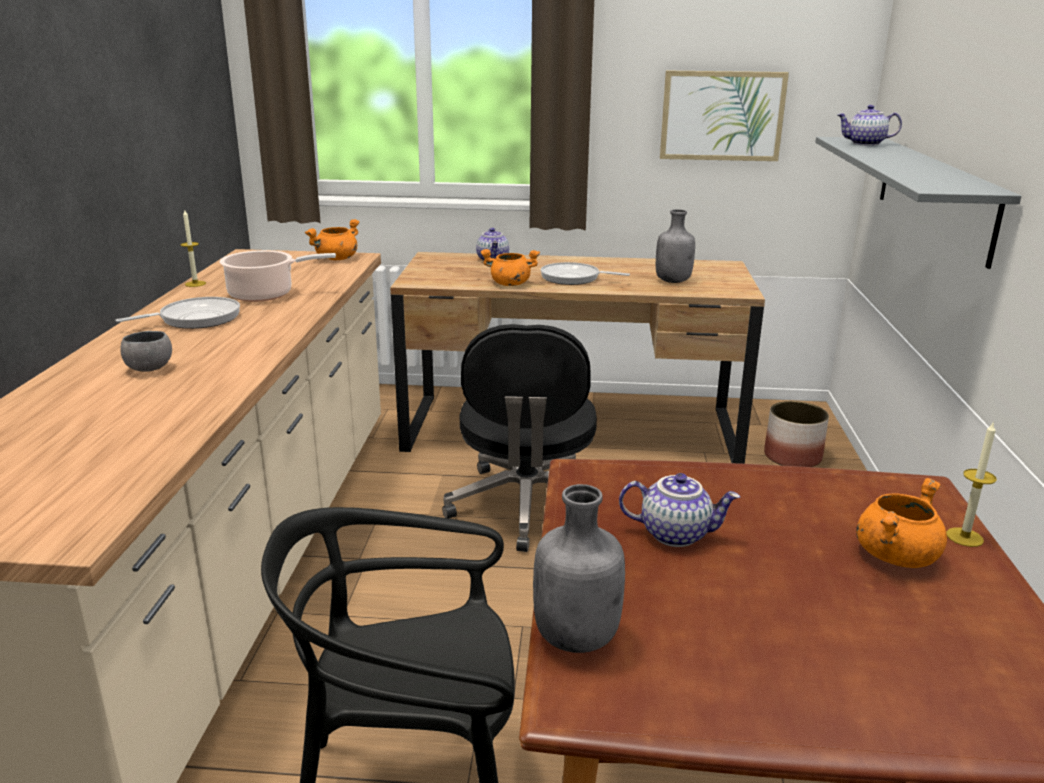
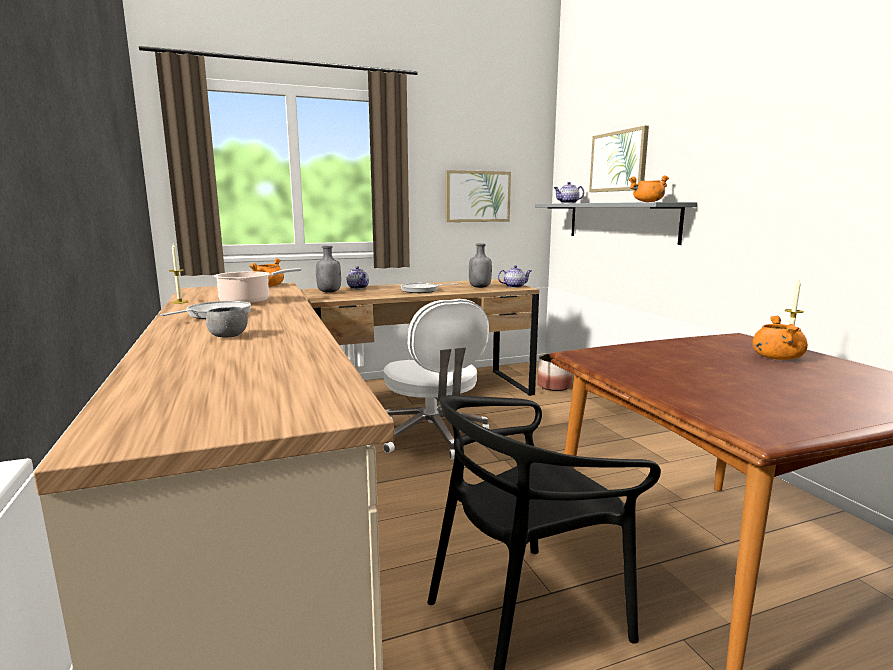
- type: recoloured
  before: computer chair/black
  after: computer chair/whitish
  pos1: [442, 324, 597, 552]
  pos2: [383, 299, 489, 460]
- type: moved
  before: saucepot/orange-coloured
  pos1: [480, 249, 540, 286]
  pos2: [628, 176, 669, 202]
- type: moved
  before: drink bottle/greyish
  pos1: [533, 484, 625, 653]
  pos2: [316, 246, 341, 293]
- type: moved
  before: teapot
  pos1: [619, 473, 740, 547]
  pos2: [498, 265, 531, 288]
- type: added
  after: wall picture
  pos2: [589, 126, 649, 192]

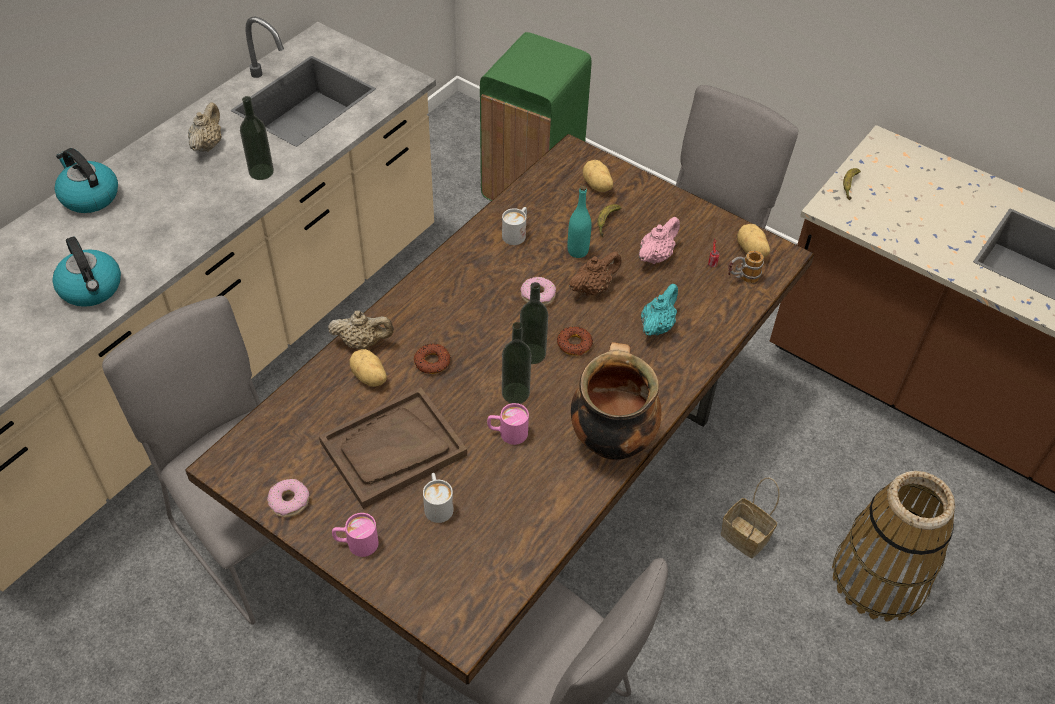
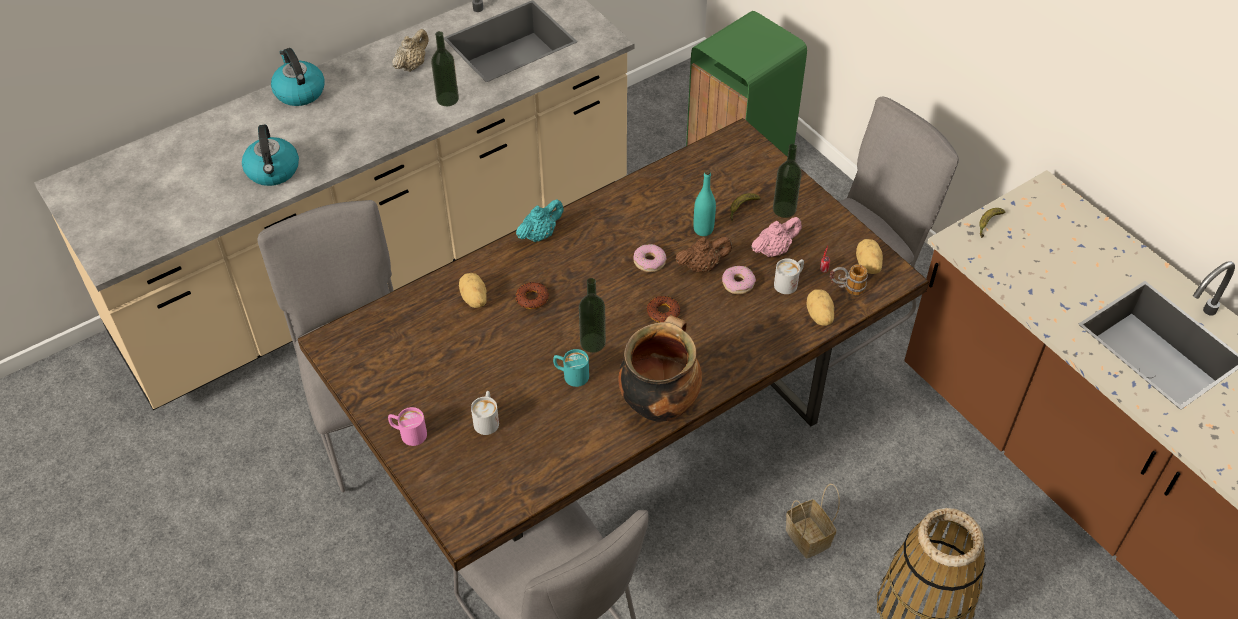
- type: moved
  before: doughnut
  pos1: [267, 479, 309, 517]
  pos2: [722, 266, 756, 294]
- type: removed
  before: tray/brownish
  pos1: [319, 387, 467, 509]
- type: removed
  before: teapot/beige
  pos1: [328, 310, 394, 349]
- type: recoloured
  before: tea mug/pink
  after: tea mug/turquoise-coloured
  pos1: [487, 403, 529, 445]
  pos2: [553, 349, 589, 387]
- type: moved
  before: tea mug/whitish
  pos1: [502, 207, 527, 245]
  pos2: [774, 258, 804, 294]
- type: moved
  before: drink bottle
  pos1: [520, 282, 548, 364]
  pos2: [773, 144, 802, 218]
- type: moved
  before: spud
  pos1: [583, 160, 613, 192]
  pos2: [806, 289, 834, 326]
- type: moved
  before: teapot/turquoise-coloured
  pos1: [641, 284, 678, 336]
  pos2: [516, 199, 564, 242]

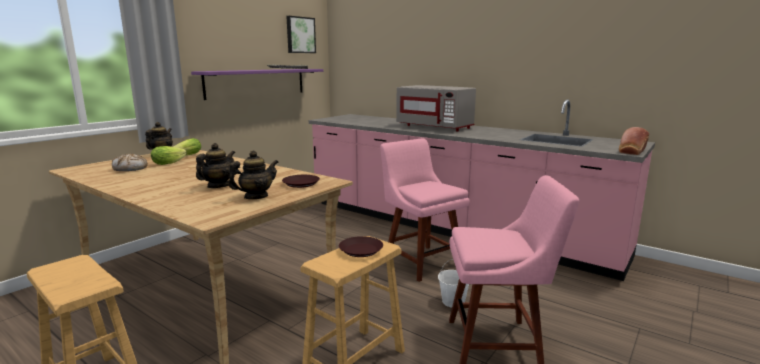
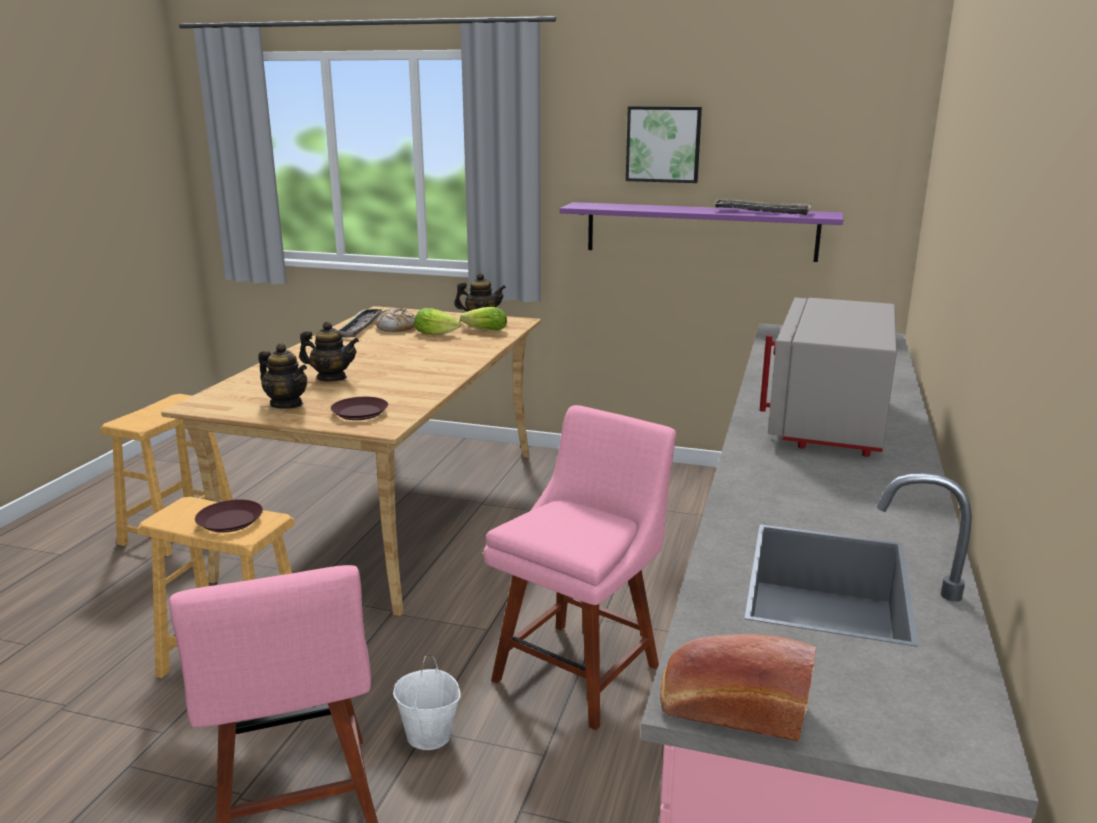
- type: moved
  before: wall picture
  pos1: [286, 16, 316, 53]
  pos2: [626, 106, 702, 183]
- type: added
  after: tray
  pos2: [338, 309, 382, 338]

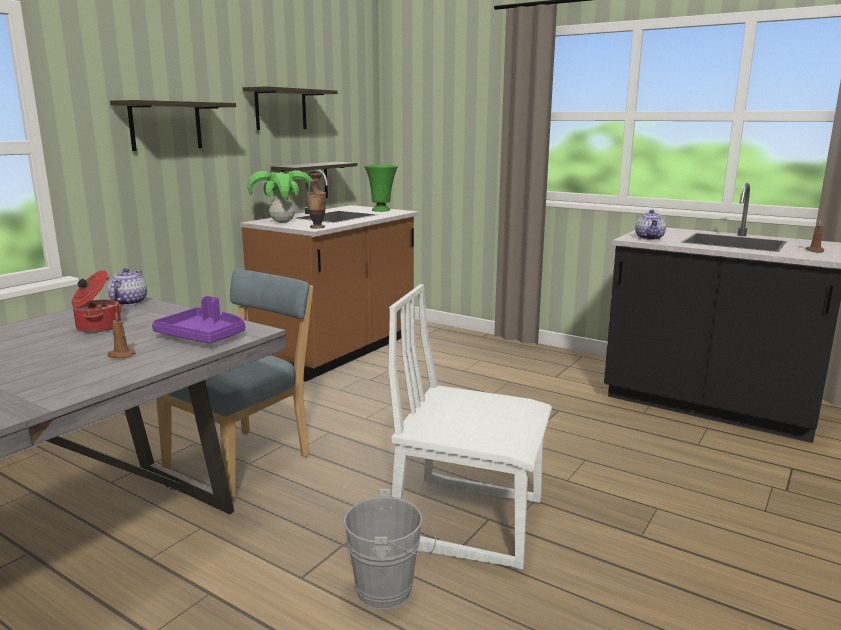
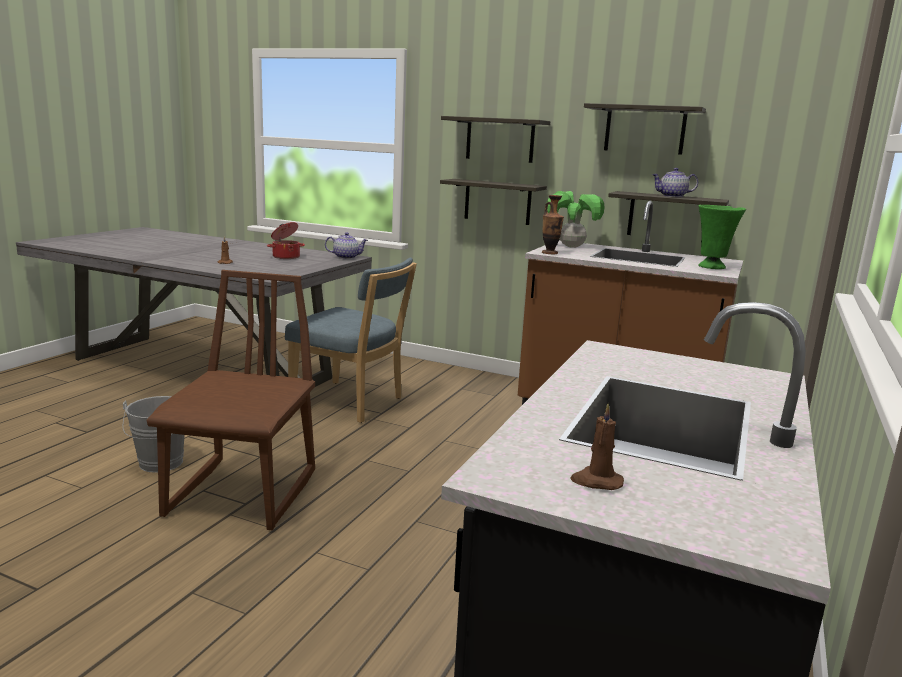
- type: removed
  before: tray/purple
  pos1: [152, 296, 245, 343]
- type: recoloured
  before: chair/whitish
  after: chair/brownish
  pos1: [388, 284, 552, 570]
  pos2: [147, 270, 315, 530]
- type: moved
  before: teapot
  pos1: [635, 209, 666, 240]
  pos2: [652, 168, 698, 197]
- type: added
  after: shelf
  pos2: [440, 179, 547, 225]

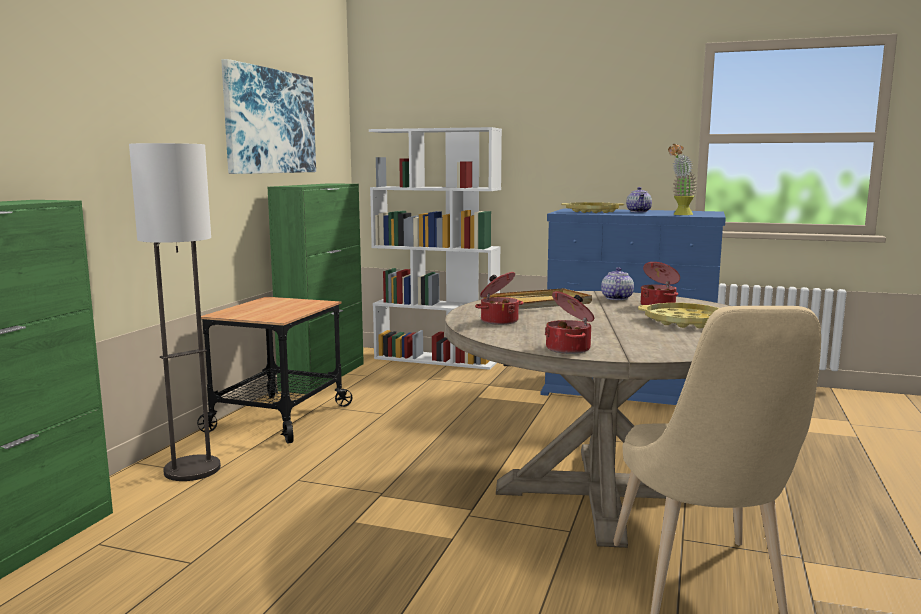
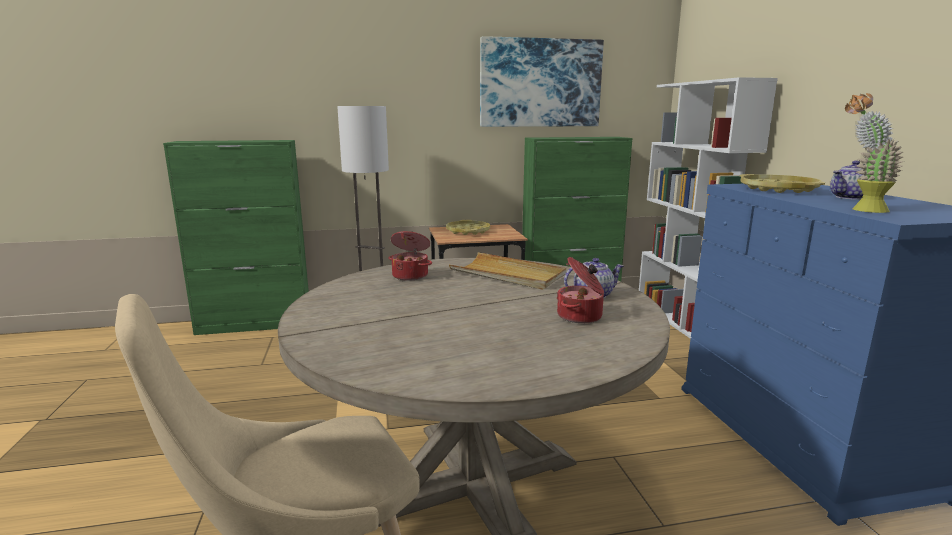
- type: removed
  before: saucepot
  pos1: [545, 291, 594, 354]
- type: moved
  before: tray/yellow-coloured
  pos1: [638, 303, 719, 328]
  pos2: [446, 220, 490, 235]

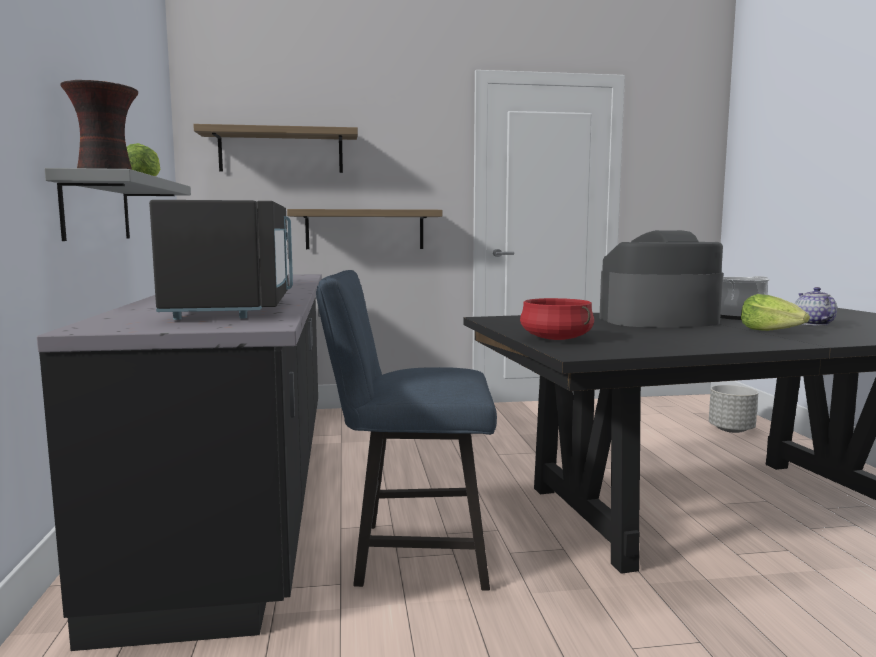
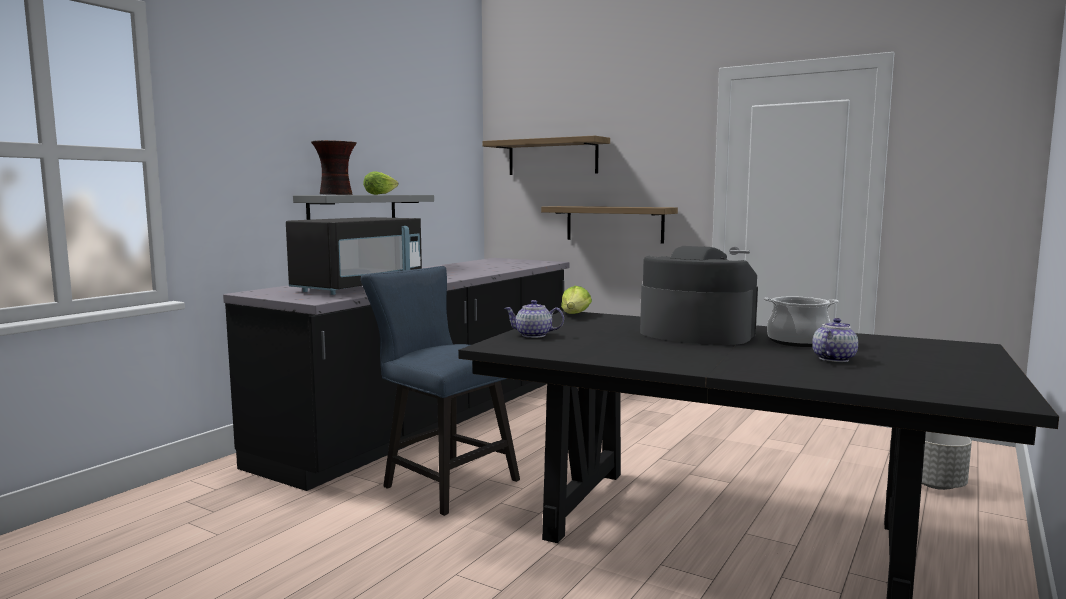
- type: replaced
  before: saucepot/reddish
  after: teapot
  pos1: [520, 298, 594, 340]
  pos2: [504, 300, 564, 338]
- type: moved
  before: lettuce head
  pos1: [741, 294, 810, 331]
  pos2: [561, 286, 592, 314]

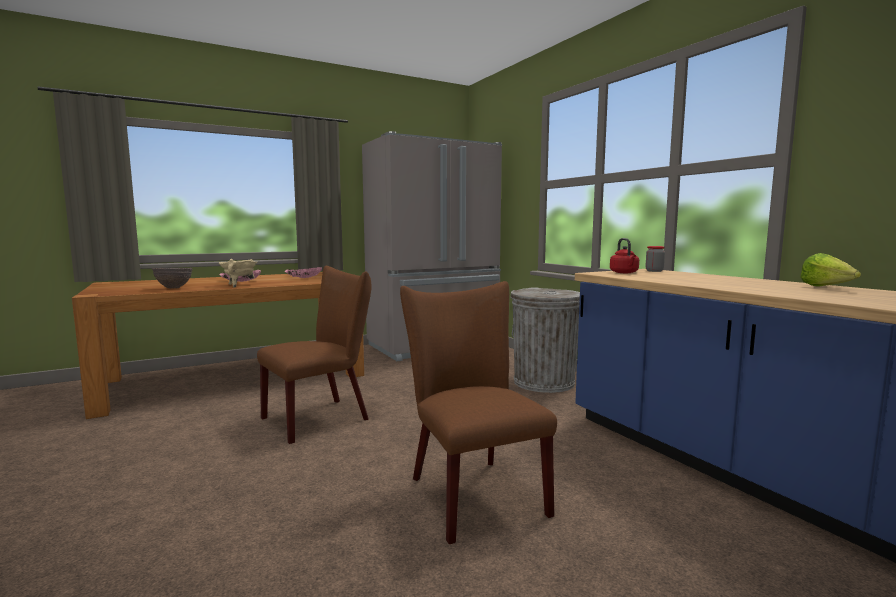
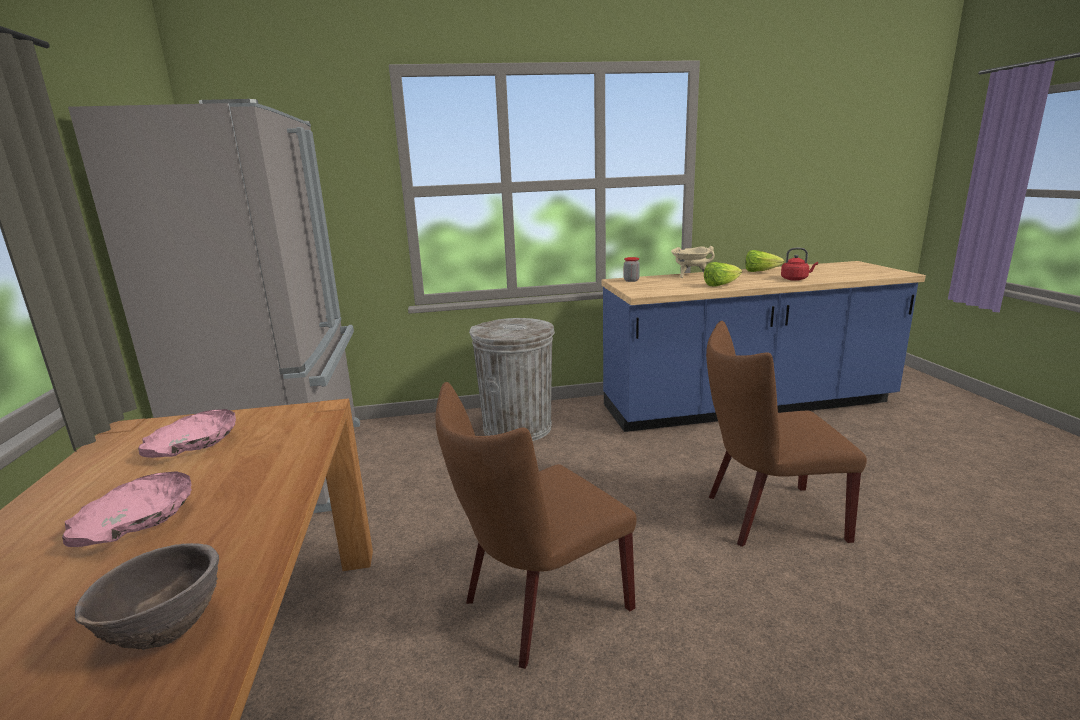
- type: moved
  before: saucepot/beige
  pos1: [219, 259, 257, 287]
  pos2: [671, 246, 715, 278]
- type: turned
  before: chair/brownish
  pos1: [257, 266, 371, 444]
  pos2: [435, 382, 637, 669]
  turn: -105
- type: moved
  before: tea kettle/reddish
  pos1: [610, 238, 639, 273]
  pos2: [781, 248, 818, 281]
- type: added
  after: lettuce head
  pos2: [704, 262, 742, 286]

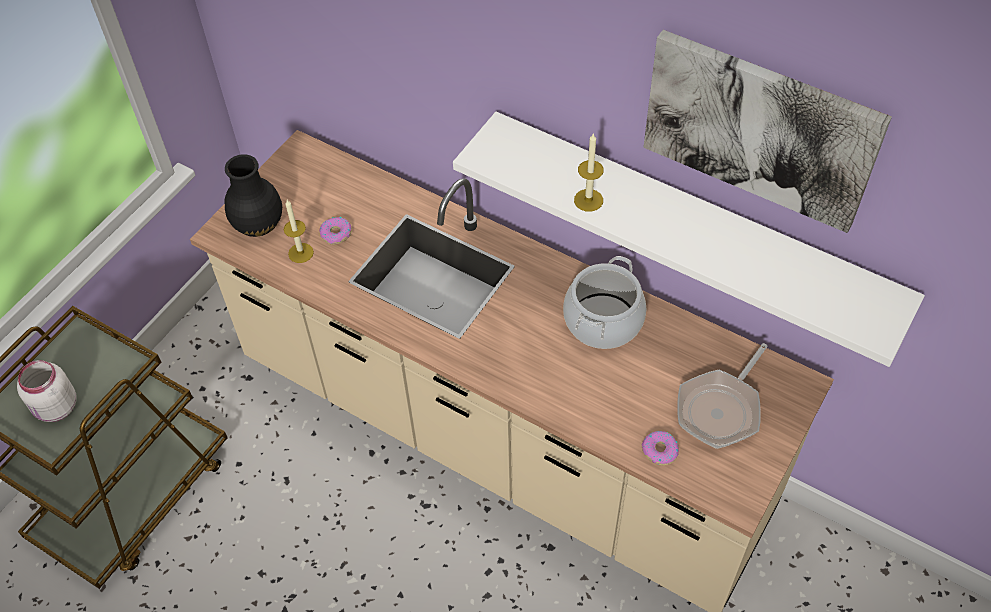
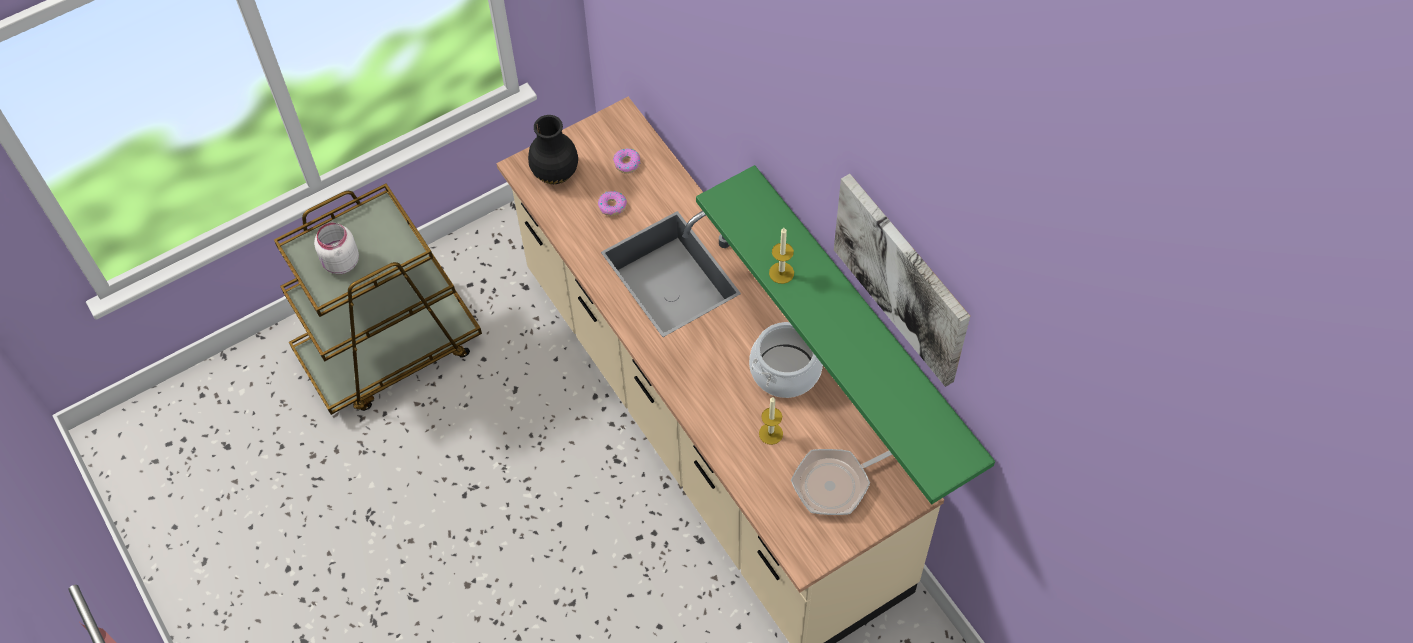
- type: moved
  before: candle
  pos1: [284, 200, 314, 263]
  pos2: [759, 397, 783, 445]
- type: recoloured
  before: shelf/whitish
  after: shelf/green-coloured
  pos1: [453, 112, 925, 367]
  pos2: [696, 165, 995, 504]
- type: moved
  before: doughnut
  pos1: [641, 431, 679, 466]
  pos2: [613, 149, 640, 174]

